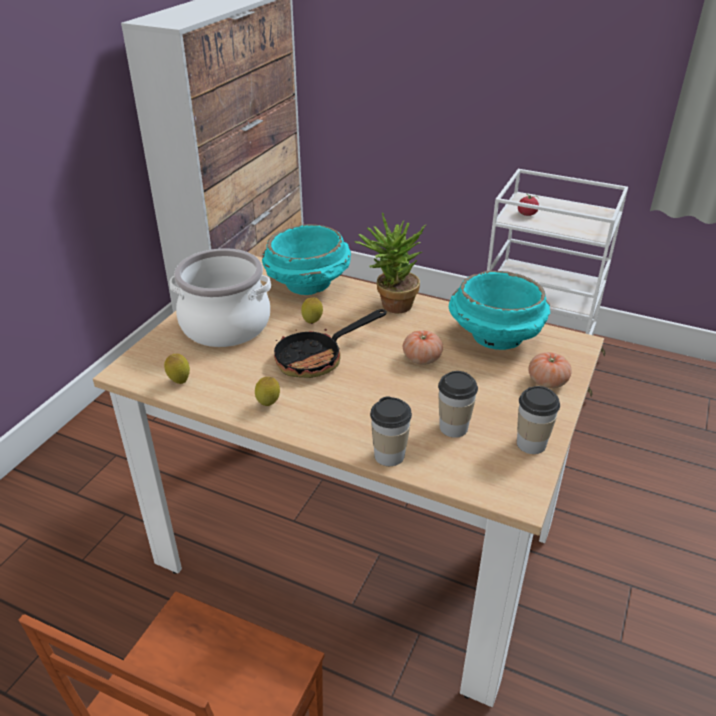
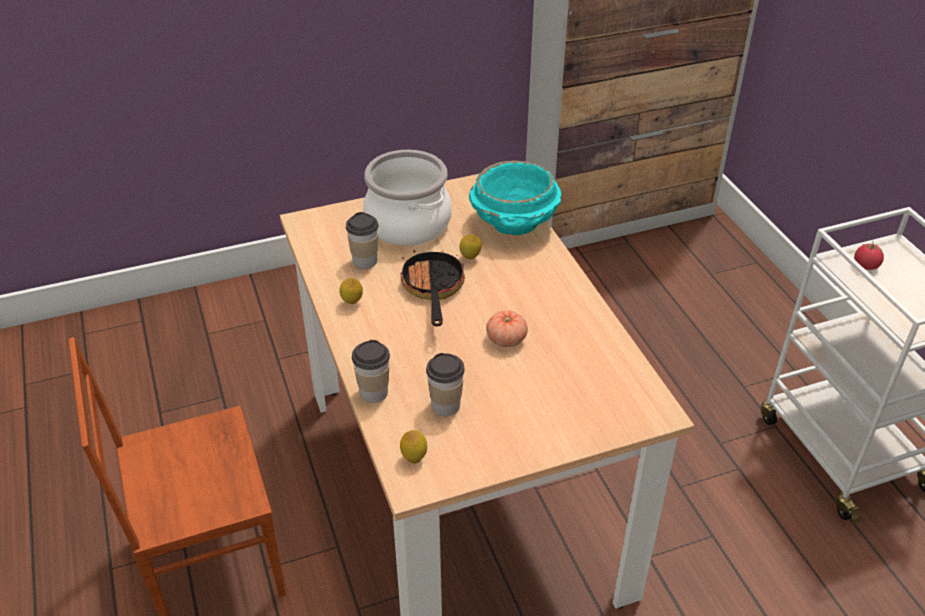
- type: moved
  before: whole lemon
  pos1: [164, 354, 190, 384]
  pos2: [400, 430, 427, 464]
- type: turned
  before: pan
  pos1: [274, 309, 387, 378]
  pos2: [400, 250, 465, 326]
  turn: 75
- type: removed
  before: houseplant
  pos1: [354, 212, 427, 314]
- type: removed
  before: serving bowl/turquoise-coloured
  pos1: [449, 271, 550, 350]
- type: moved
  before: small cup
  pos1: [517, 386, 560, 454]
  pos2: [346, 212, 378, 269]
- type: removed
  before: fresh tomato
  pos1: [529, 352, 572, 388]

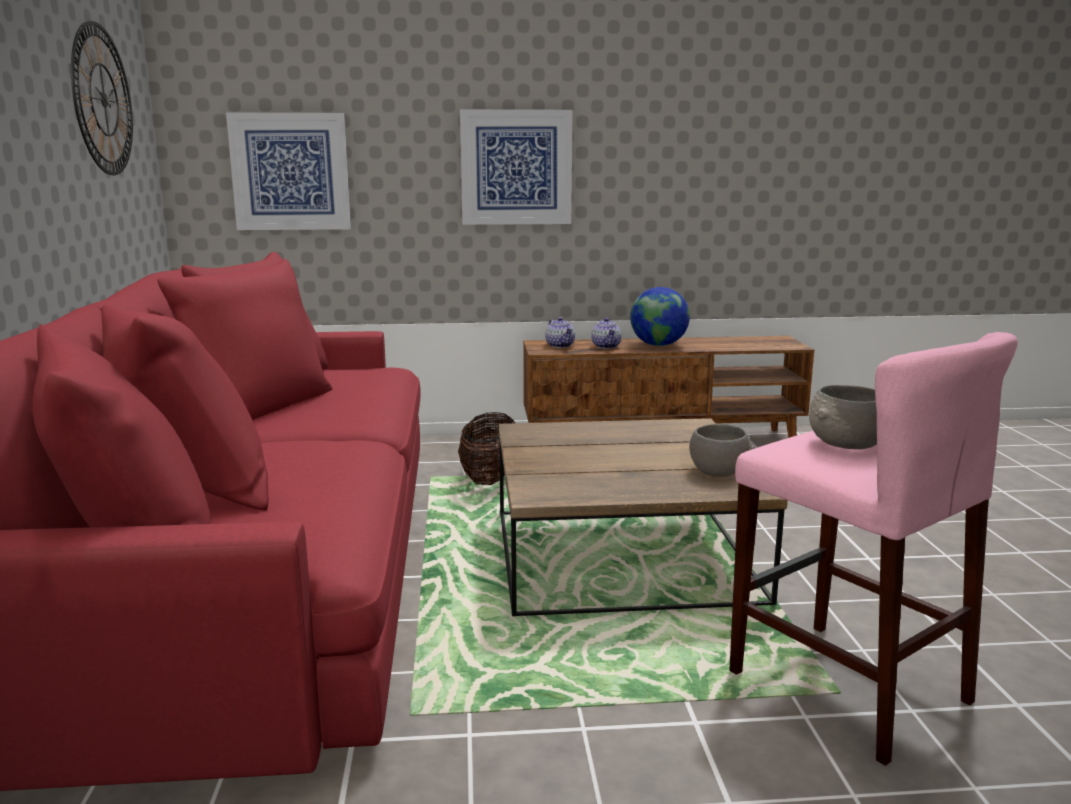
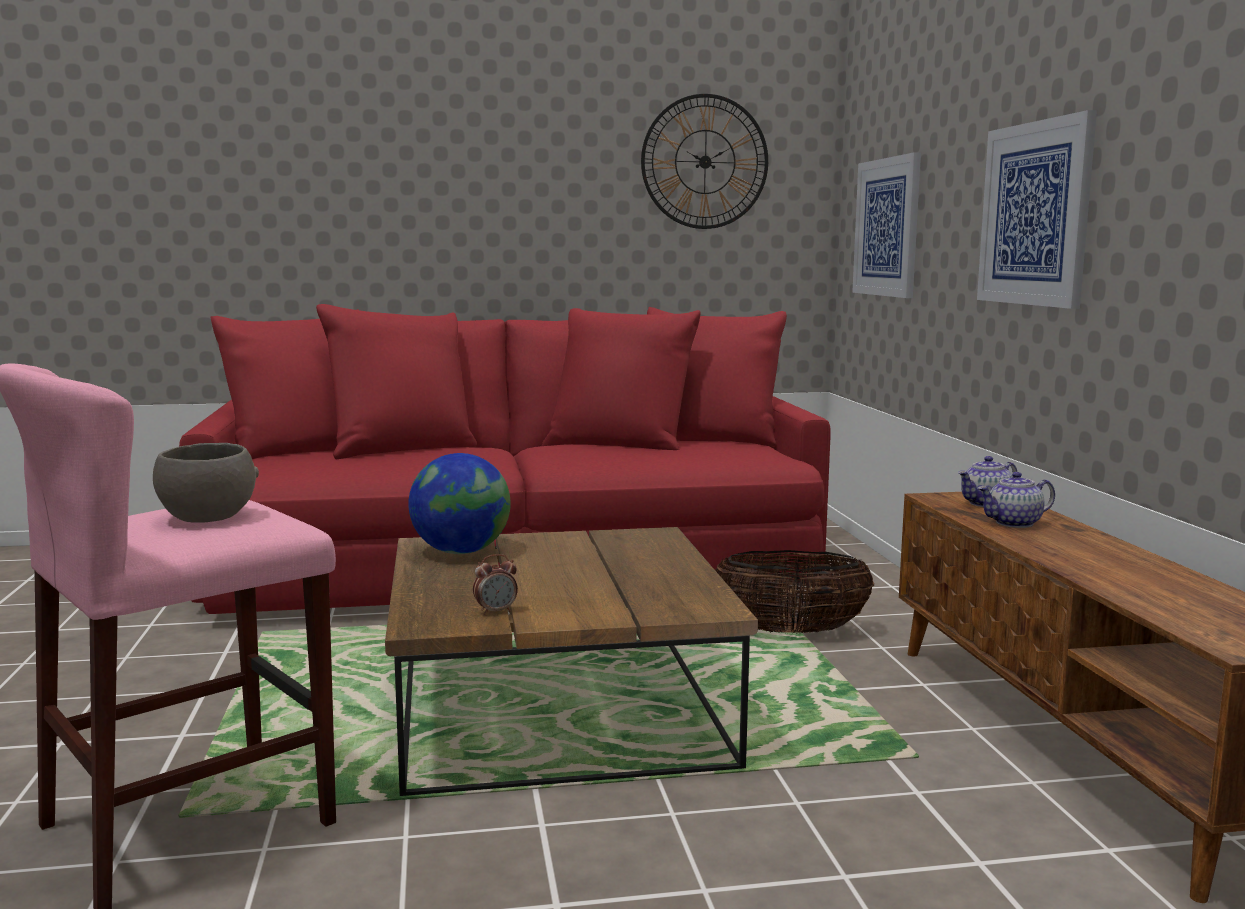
- type: moved
  before: world globe
  pos1: [630, 287, 690, 346]
  pos2: [408, 453, 511, 554]
- type: replaced
  before: serving bowl/greyish
  after: bedside clock
  pos1: [689, 424, 754, 477]
  pos2: [473, 554, 518, 615]

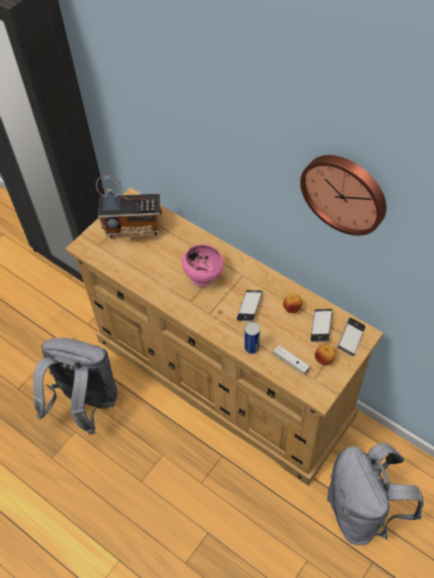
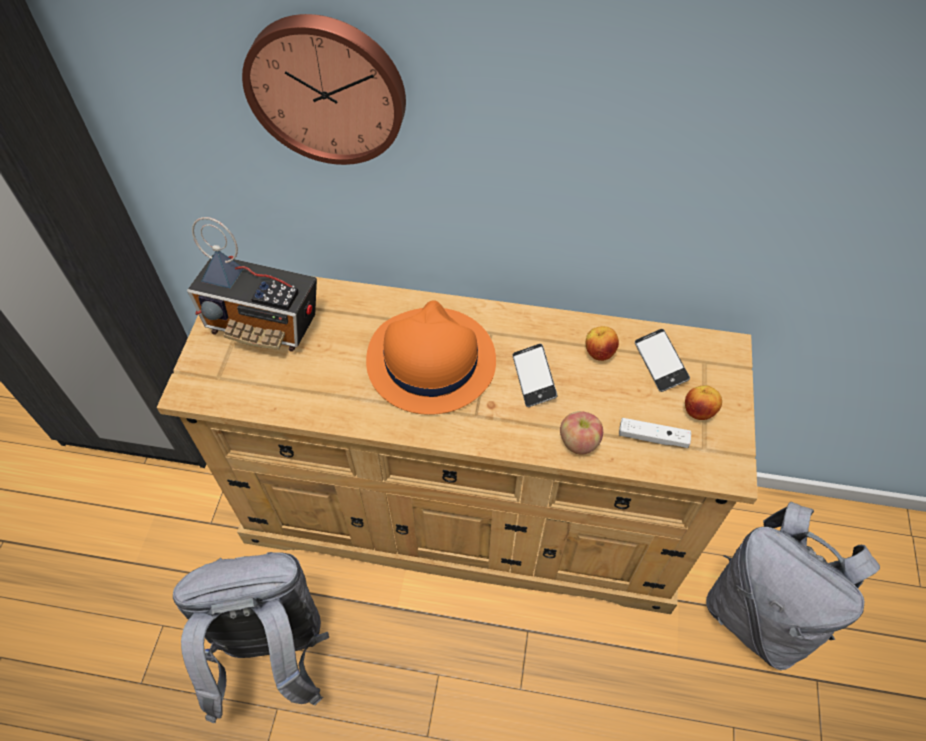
- type: turned
  before: radio set
  pos1: [96, 175, 162, 238]
  pos2: [187, 217, 317, 352]
  turn: 45
- type: replaced
  before: serving bowl/pink
  after: clothing hat/orange-coloured
  pos1: [182, 244, 224, 287]
  pos2: [366, 300, 496, 415]
- type: replaced
  before: can
  after: apple fruit
  pos1: [245, 322, 260, 354]
  pos2: [560, 411, 603, 455]
- type: moved
  before: clock on the wall
  pos1: [300, 155, 386, 236]
  pos2: [242, 14, 406, 165]
- type: removed
  before: telephone
  pos1: [338, 318, 365, 356]

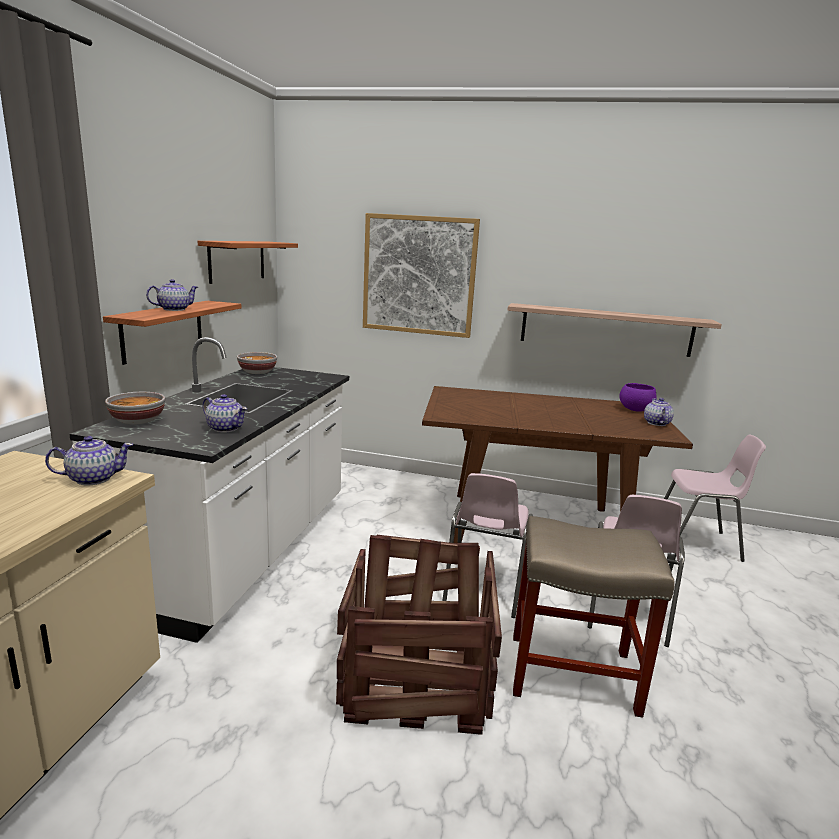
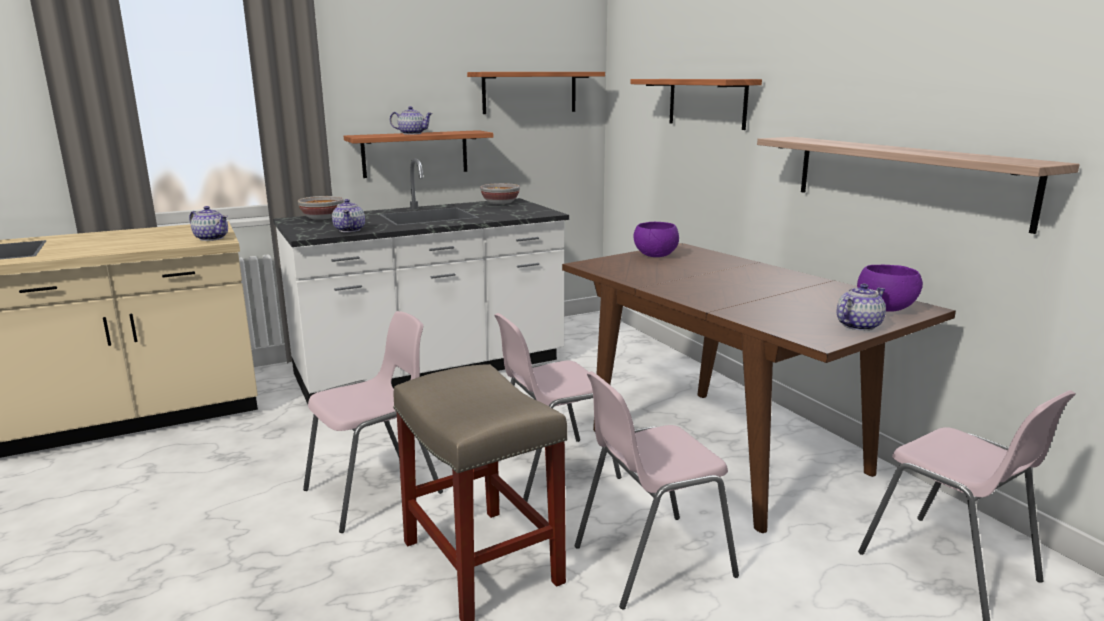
- type: replaced
  before: shipping crate
  after: chair/pink
  pos1: [336, 535, 502, 735]
  pos2: [303, 311, 443, 533]
- type: replaced
  before: wall picture
  after: shelf
  pos1: [363, 213, 480, 338]
  pos2: [630, 79, 762, 130]
- type: added
  after: serving bowl/purple
  pos2: [633, 222, 679, 257]

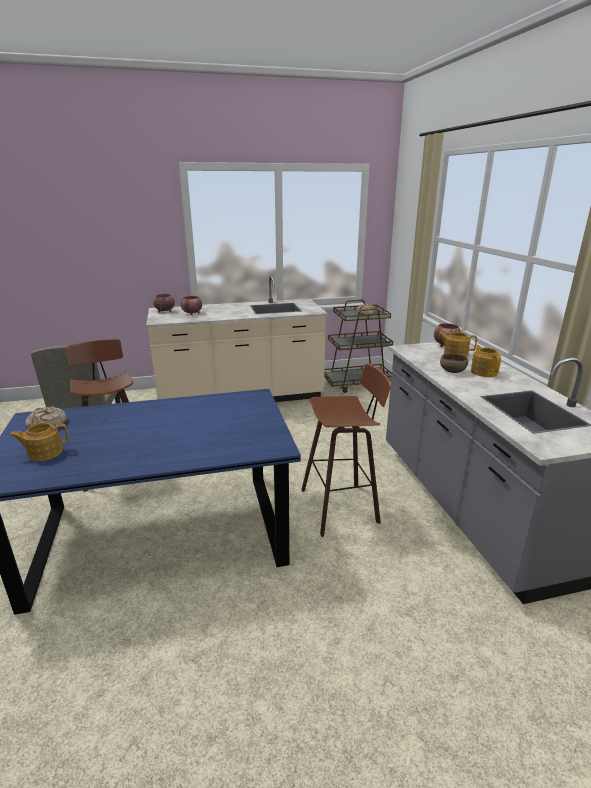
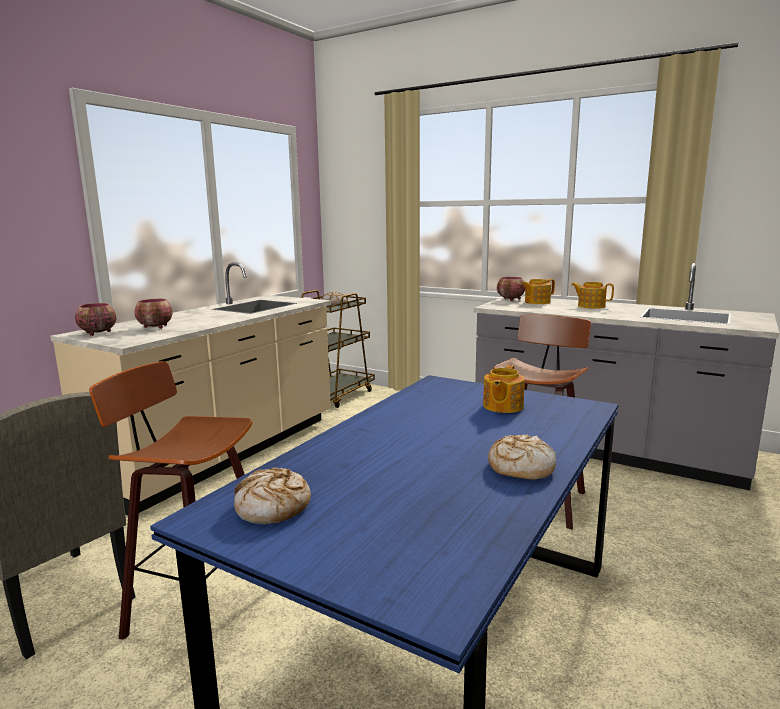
- type: moved
  before: teapot
  pos1: [10, 423, 69, 461]
  pos2: [483, 365, 525, 413]
- type: removed
  before: serving bowl/brownish
  pos1: [440, 353, 468, 373]
- type: added
  after: baked bread
  pos2: [488, 435, 556, 480]

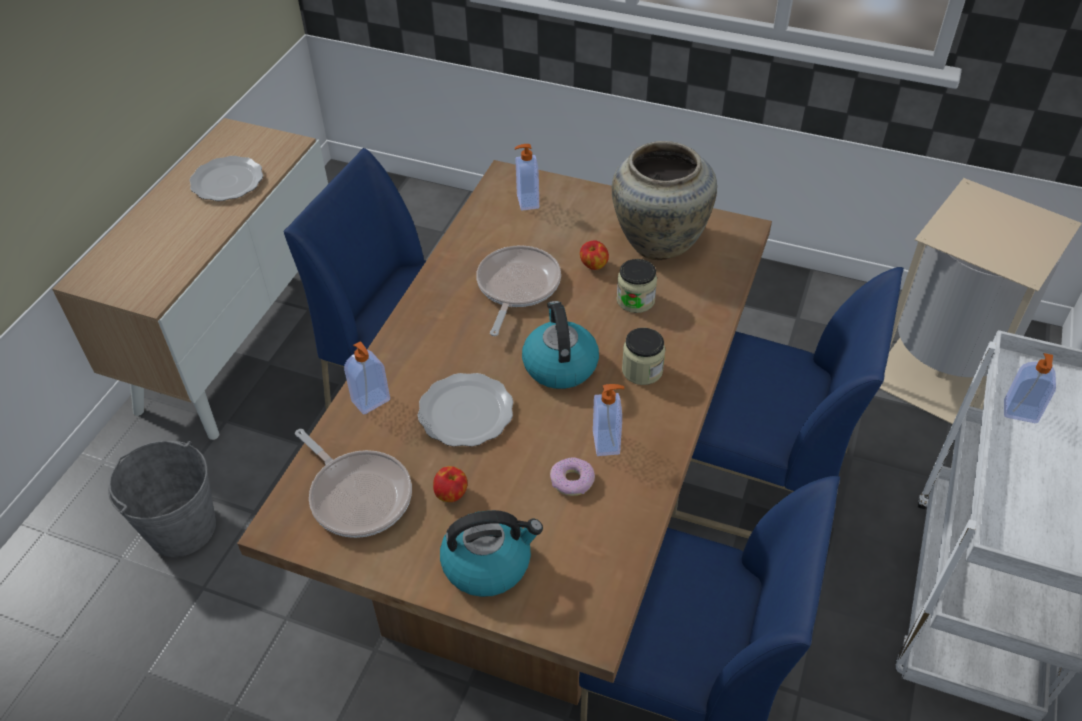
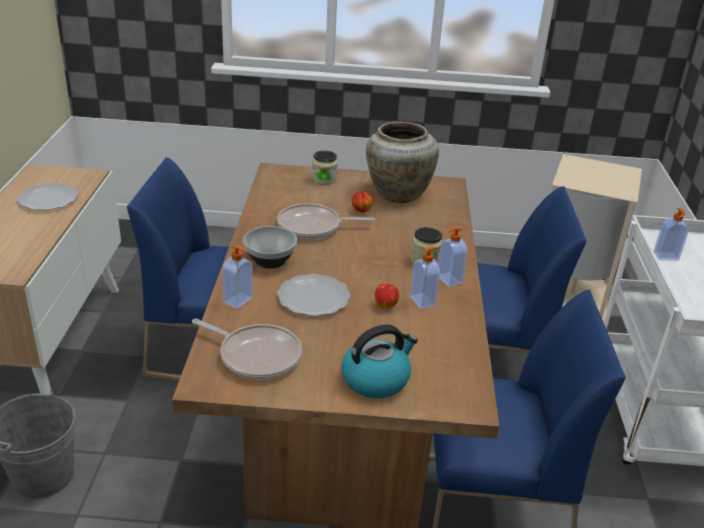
- type: moved
  before: apple fruit
  pos1: [433, 466, 468, 502]
  pos2: [375, 283, 399, 309]
- type: turned
  before: pan
  pos1: [476, 245, 561, 336]
  pos2: [277, 203, 375, 239]
  turn: -90
- type: moved
  before: soap bottle
  pos1: [515, 144, 539, 211]
  pos2: [438, 227, 468, 287]
- type: removed
  before: tea kettle
  pos1: [522, 301, 599, 389]
- type: removed
  before: doughnut
  pos1: [550, 457, 595, 496]
- type: moved
  before: preserve jar
  pos1: [617, 259, 657, 313]
  pos2: [312, 151, 338, 185]
- type: added
  after: serving bowl
  pos2: [243, 226, 297, 269]

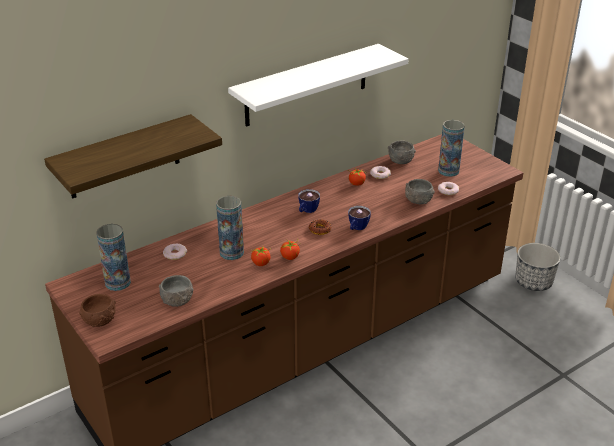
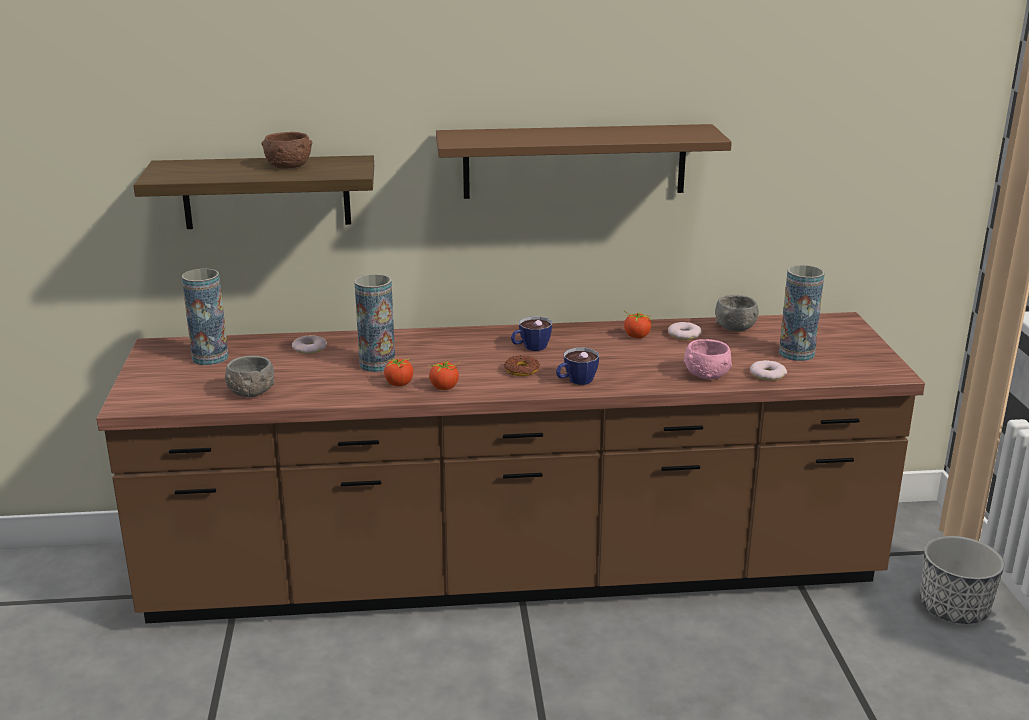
- type: moved
  before: serving bowl/brownish
  pos1: [79, 294, 116, 327]
  pos2: [261, 132, 312, 168]
- type: recoloured
  before: shelf/whitish
  after: shelf/brownish
  pos1: [228, 44, 408, 127]
  pos2: [436, 124, 732, 199]
- type: recoloured
  before: serving bowl/greyish
  after: serving bowl/pink
  pos1: [405, 179, 435, 204]
  pos2: [684, 339, 732, 379]

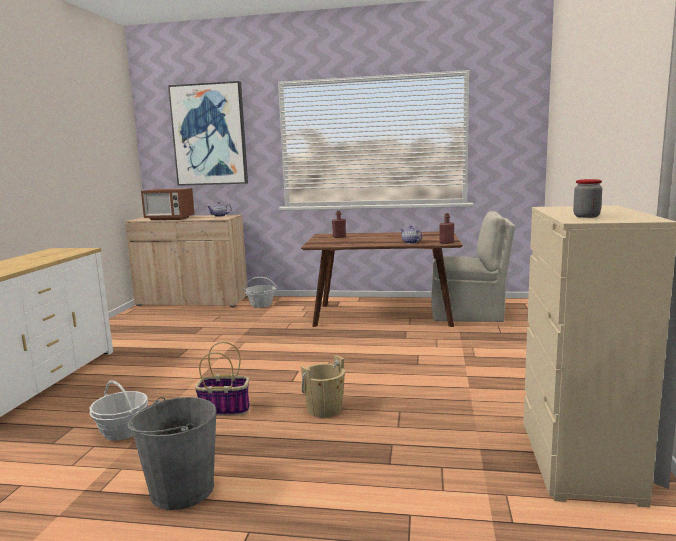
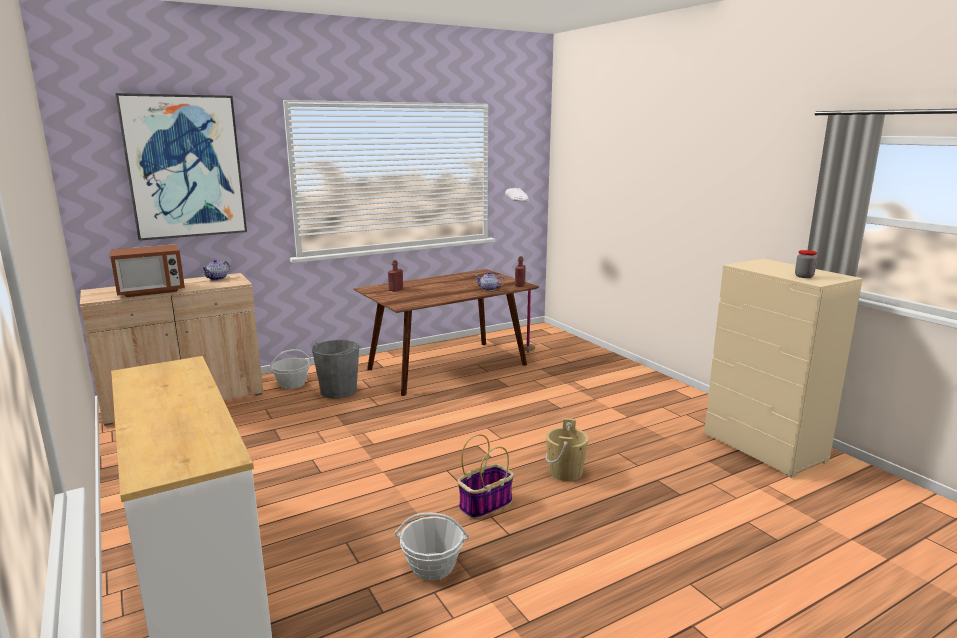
- type: moved
  before: water bucket/greyish
  pos1: [128, 397, 216, 510]
  pos2: [312, 340, 360, 399]
- type: replaced
  before: chair/beige
  after: standard lamp/whitish
  pos1: [431, 211, 515, 322]
  pos2: [505, 188, 535, 353]

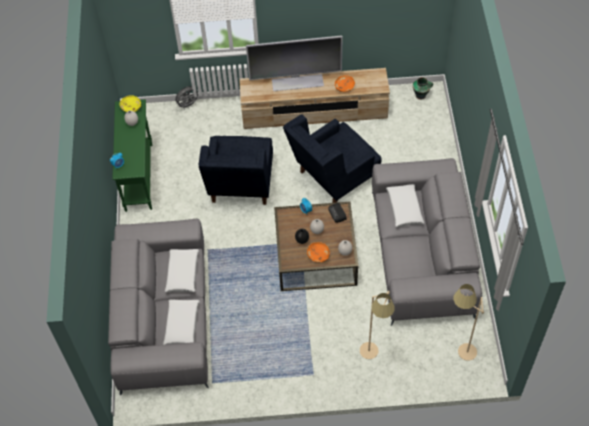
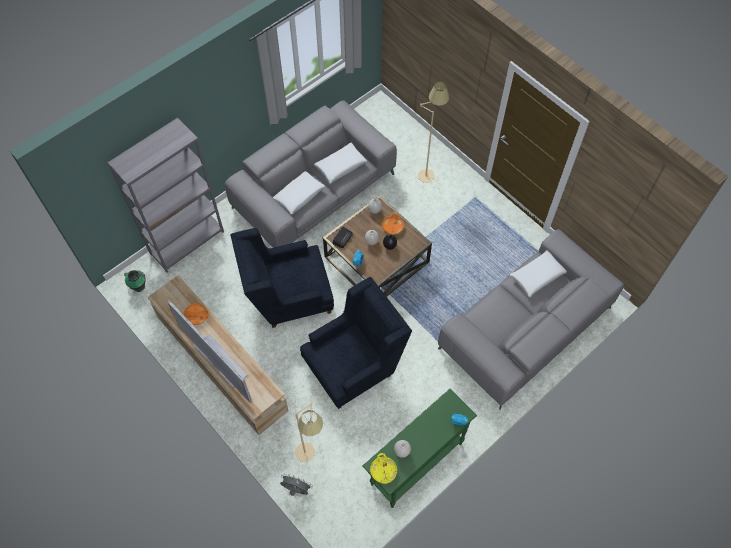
- type: moved
  before: cushion/whitish
  pos1: [165, 249, 199, 292]
  pos2: [314, 143, 367, 184]
- type: turned
  before: easy chair/blue-coloured
  pos1: [283, 114, 382, 203]
  pos2: [231, 228, 334, 328]
  turn: 150
- type: moved
  before: standard lamp/beige
  pos1: [453, 284, 484, 361]
  pos2: [295, 402, 323, 462]
- type: added
  after: shelving unit/greyish
  pos2: [107, 118, 224, 273]

